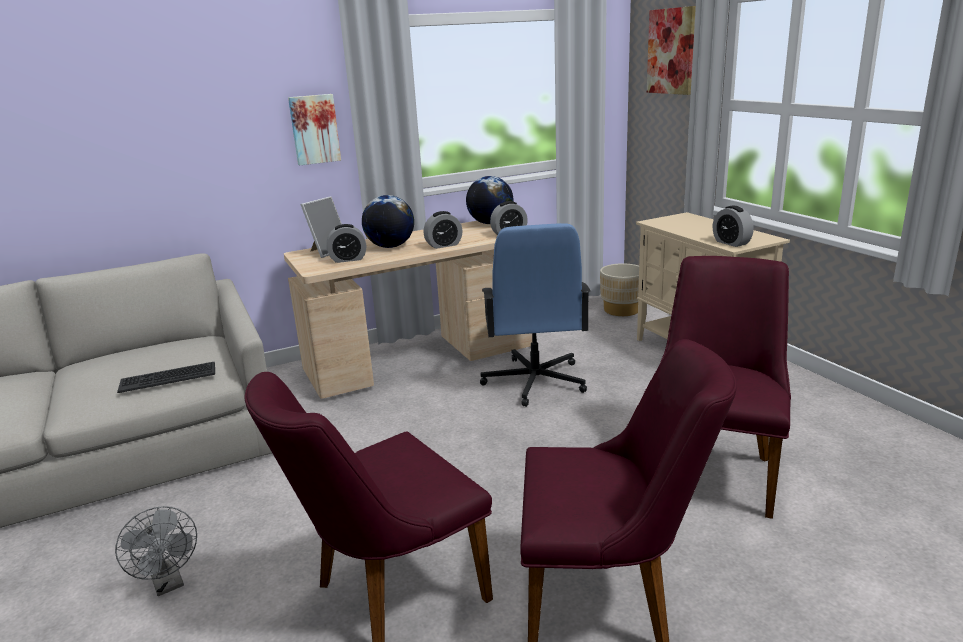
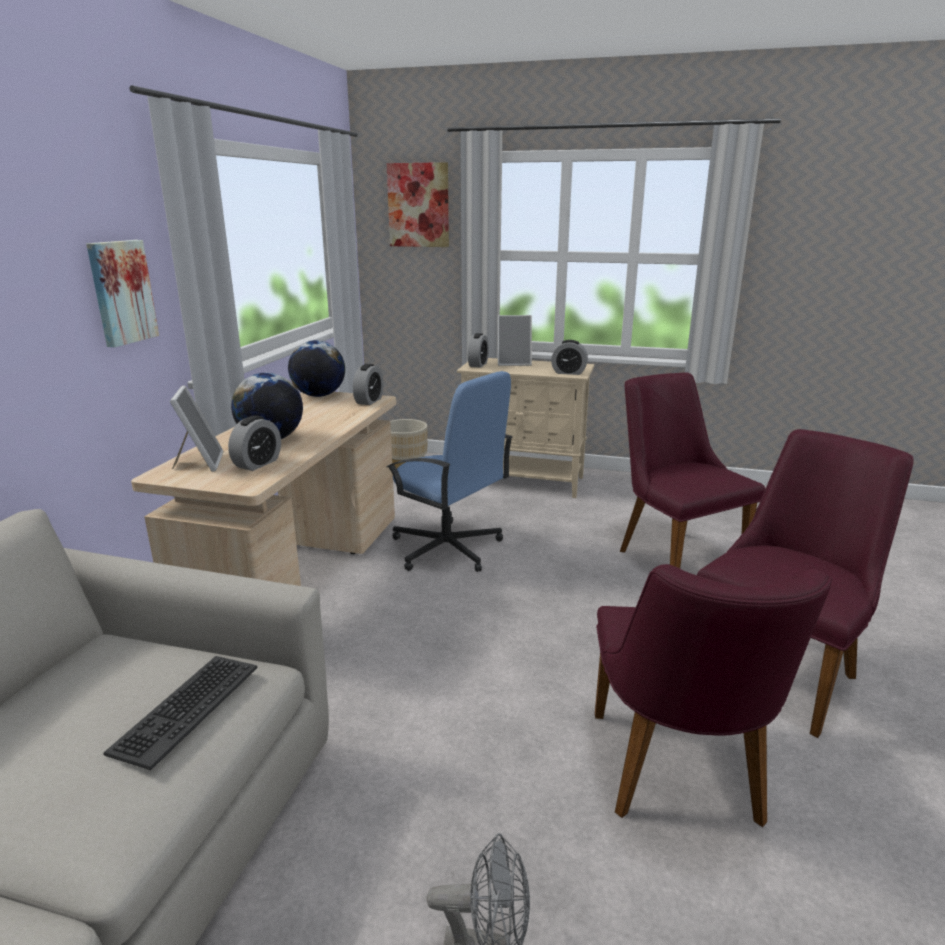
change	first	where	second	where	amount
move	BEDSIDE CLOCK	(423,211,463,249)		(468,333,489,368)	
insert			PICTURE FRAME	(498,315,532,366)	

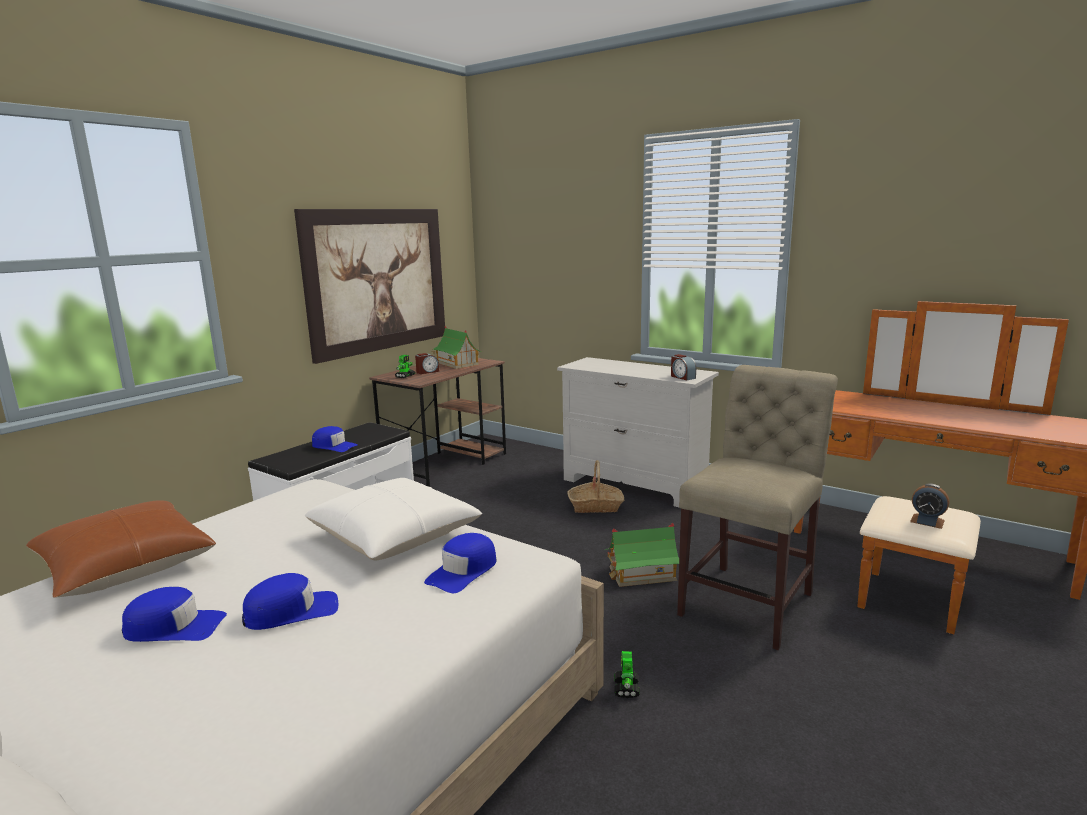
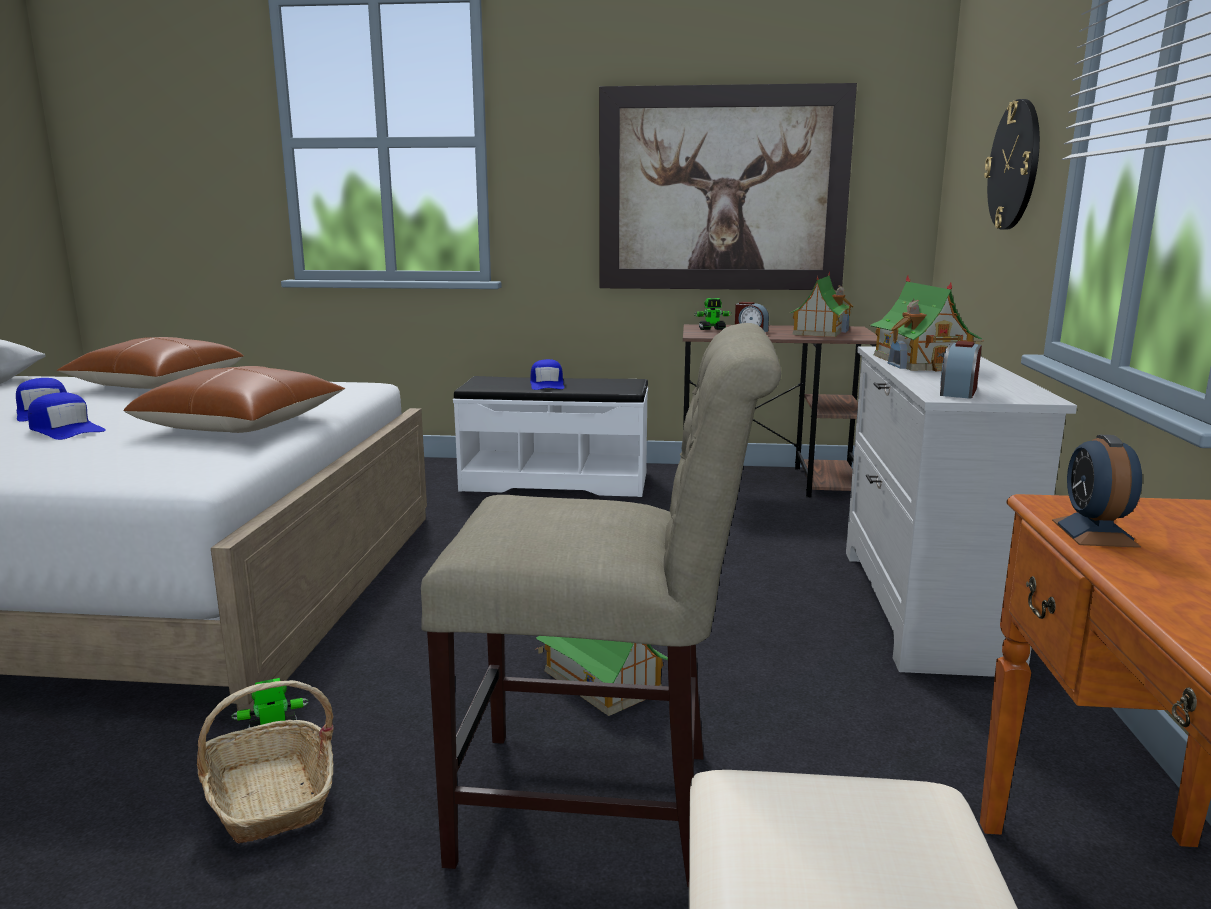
change	first	where	second	where	amount
recolor	WHITE-COLOURED THROW PILLOW	(305,478,482,561)	BROWN-COLOURED THROW PILLOW	(123,366,345,433)	
delete	BLUE-COLOURED BASEBALL CAP	(424,533,497,593)			
move	STORAGE BASKET	(568,460,624,513)		(197,680,334,844)	
move	BEDSIDE CLOCK	(910,484,949,529)		(1052,435,1142,548)	
insert			MODEL HOUSE	(870,276,983,371)	
insert			HANGING CLOCK	(984,99,1040,230)	

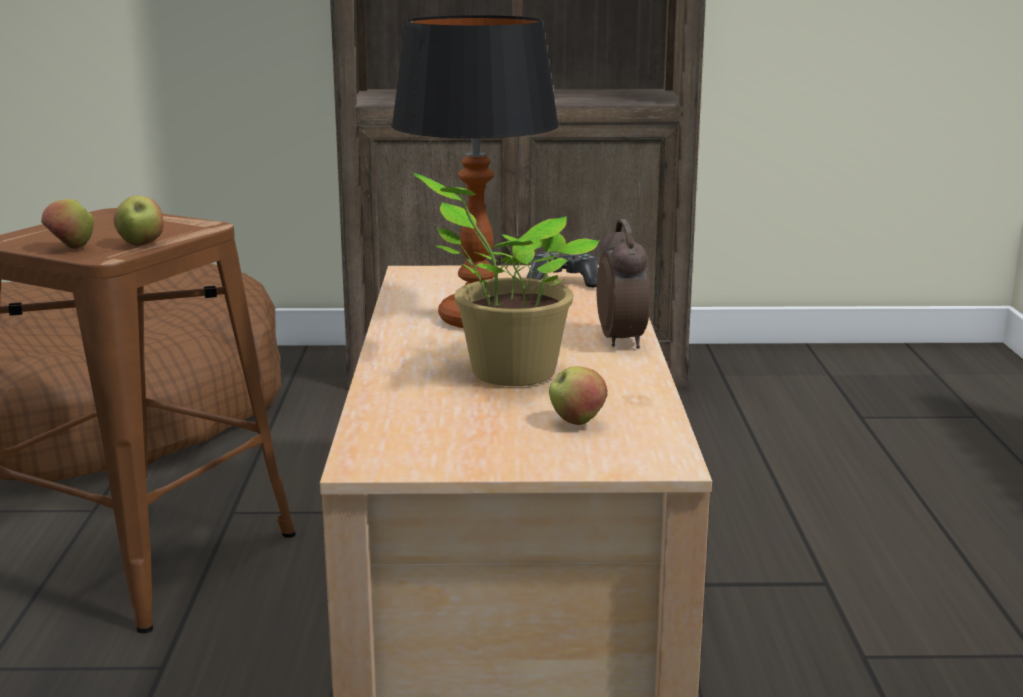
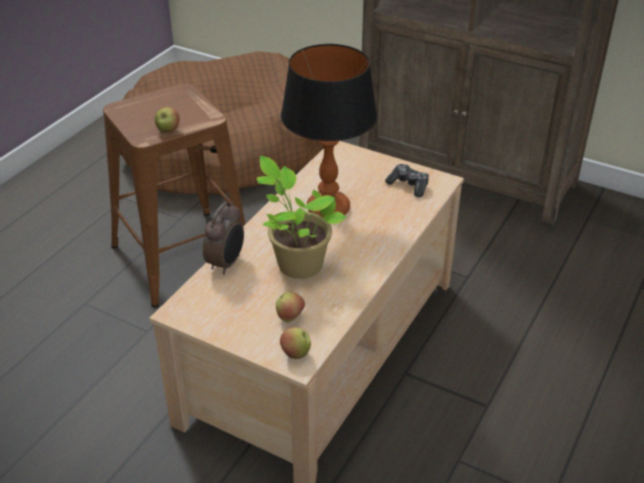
change	first	where	second	where	amount
move	WHOLE APPLE	(41,199,94,249)		(280,327,311,359)	
move	BEDSIDE CLOCK	(596,219,650,349)		(203,202,244,275)	

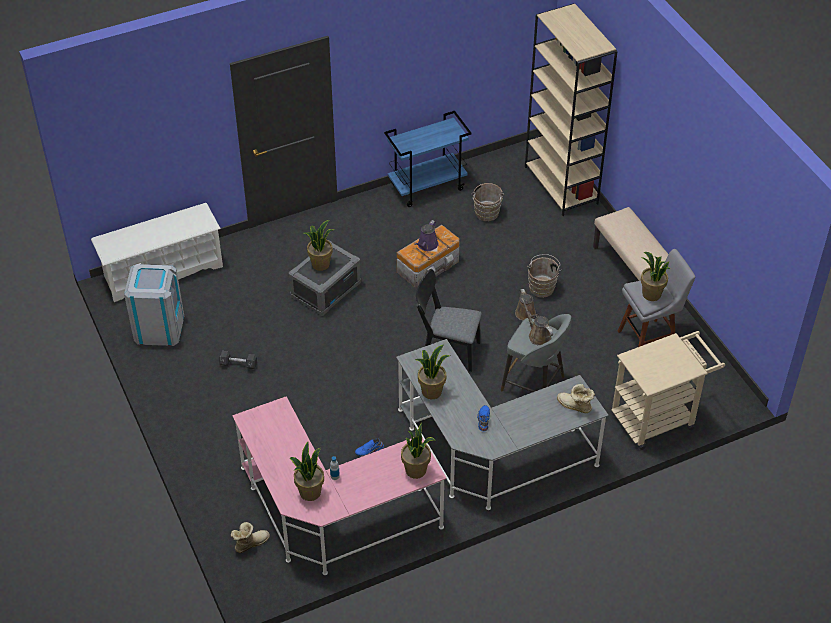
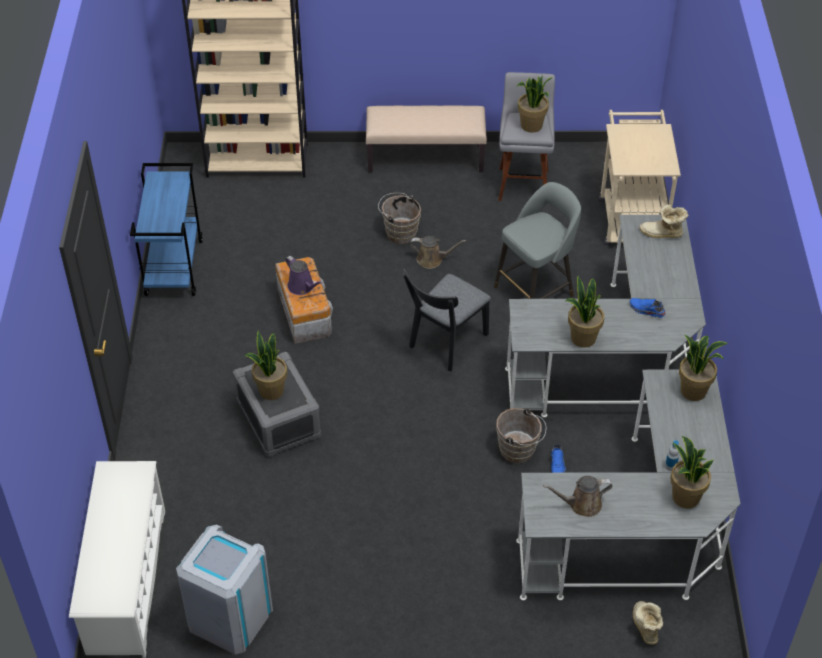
change	first	where	second	where	amount
delete	BLACK FREE WEIGHT	(219,351,257,369)			
recolor	PINK DESK TABLE	(232,396,447,575)	GREYISH DESK TABLE	(516,370,741,600)	
move	BROWN-COLOURED WATER BUCKET	(471,183,503,221)		(496,408,546,463)	
move	BROWN-COLOURED SPRINKLING CAN	(521,298,553,346)		(543,476,612,517)	
rotate	HIGH-TOP BOOT	(557,384,595,413)		(639,204,688,238)	45 degrees clockwise

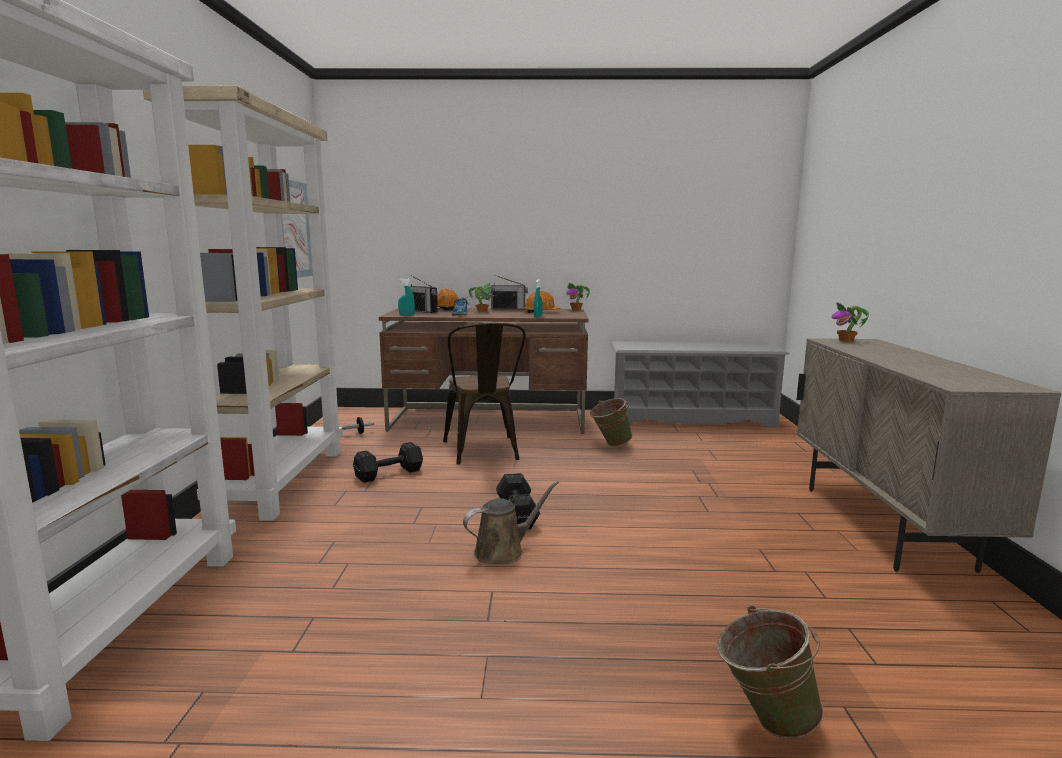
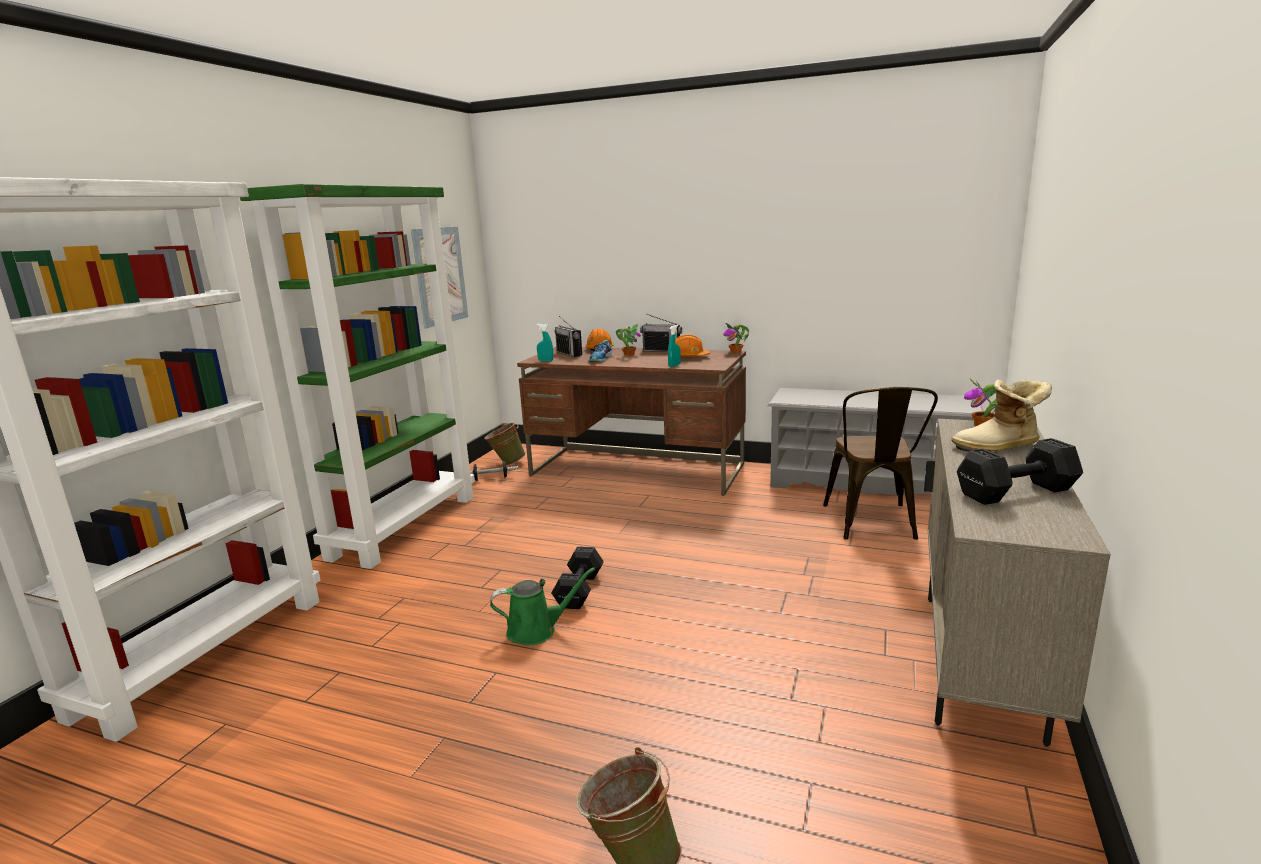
change	first	where	second	where	amount
recolor	SAND-COLOURED SHELVING UNIT	(143,85,343,521)	GREEN SHELVING UNIT	(240,184,475,569)	
move	BLACK FREE WEIGHT	(353,442,423,483)		(957,438,1083,505)	
move	BROWN-COLOURED CHAIR	(443,322,526,465)		(823,387,938,540)	
recolor	BROWN-COLOURED SPRINKLING CAN	(463,481,559,564)	GREEN SPRINKLING CAN	(490,568,595,645)	
move	GREEN WATER BUCKET	(590,398,632,446)		(484,422,526,465)	
insert			HIGH-TOP BOOT	(951,379,1052,451)	

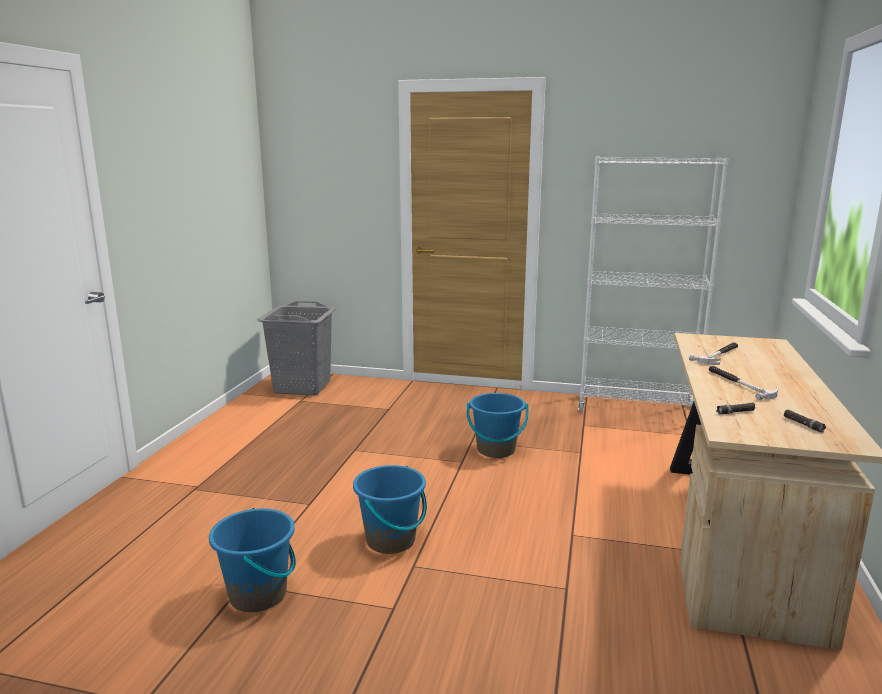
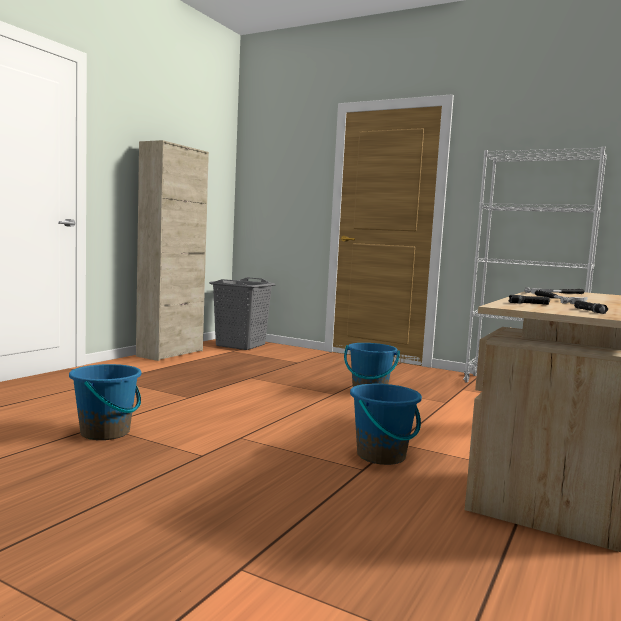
change	first	where	second	where	amount
move	BLUE-COLOURED WATER BUCKET	(353,465,427,554)		(350,384,422,465)	
insert			SAND-COLOURED STORAGE CABINET	(136,140,209,361)	

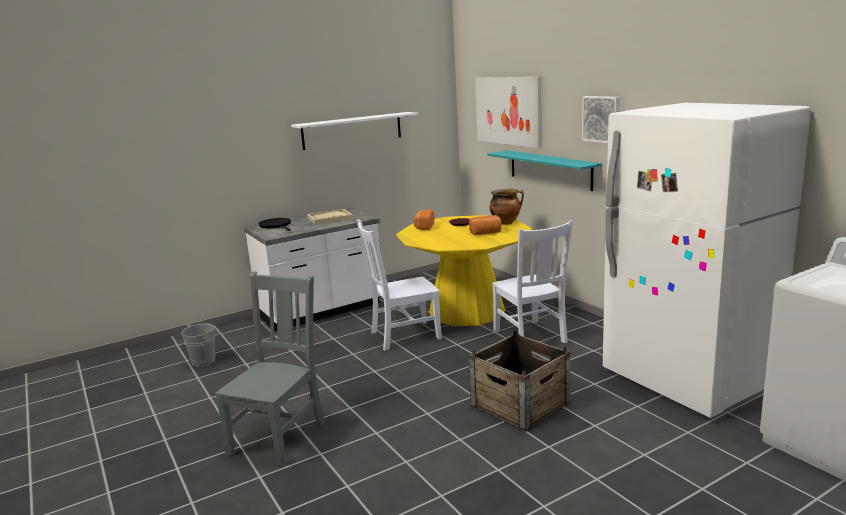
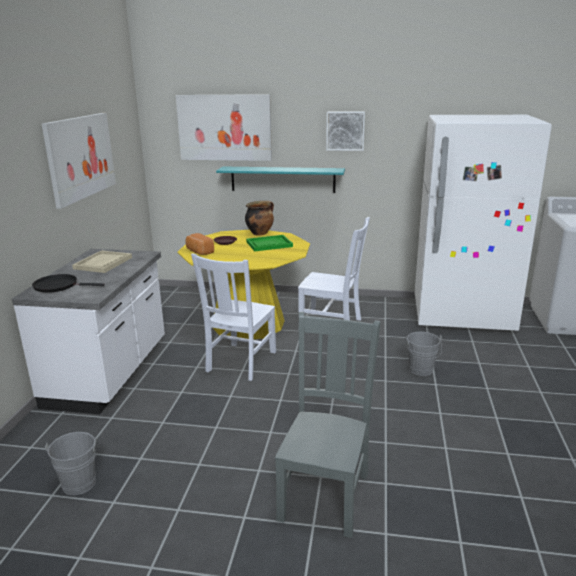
change	first	where	second	where	amount
rotate	GREYISH CHAIR	(215,272,325,466)		(275,312,381,538)	45 degrees clockwise
replace	WHITE-COLOURED SHELF	(291,112,418,150)	WALL ART	(42,113,116,209)	
replace	BAKERY BREAD	(469,215,501,235)	GREEN SERVING TRAY	(246,235,293,251)	
replace	SHIPPING CRATE	(469,330,571,432)	GREYISH WATER BUCKET	(406,332,442,376)	

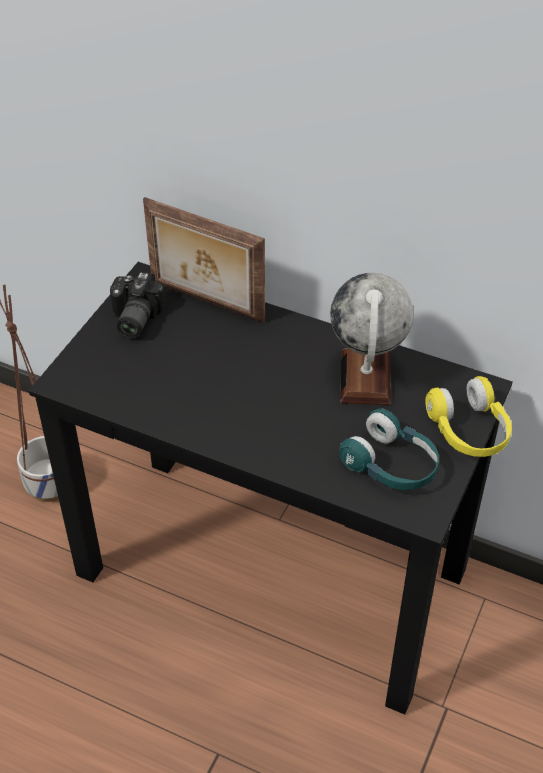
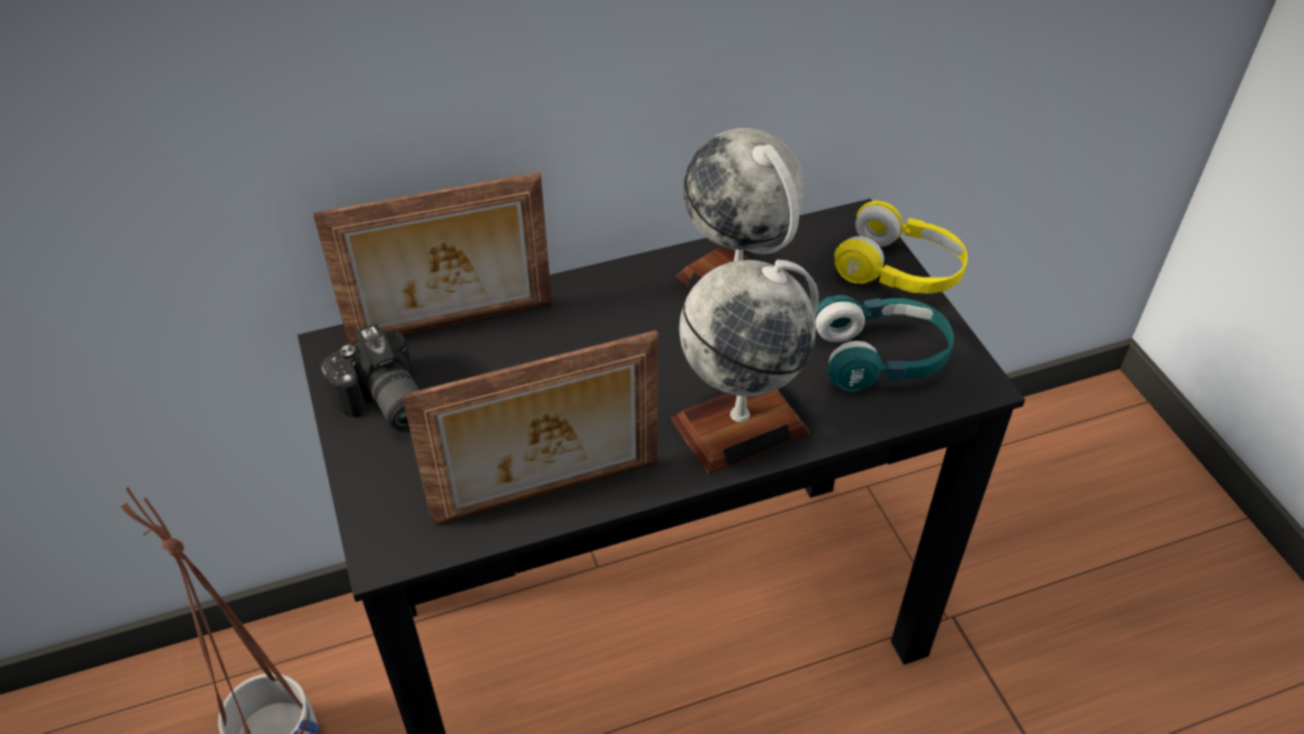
change	first	where	second	where	amount
insert			PICTURE FRAME	(402,330,658,526)	
insert			DESK GLOBE	(671,260,819,475)	

